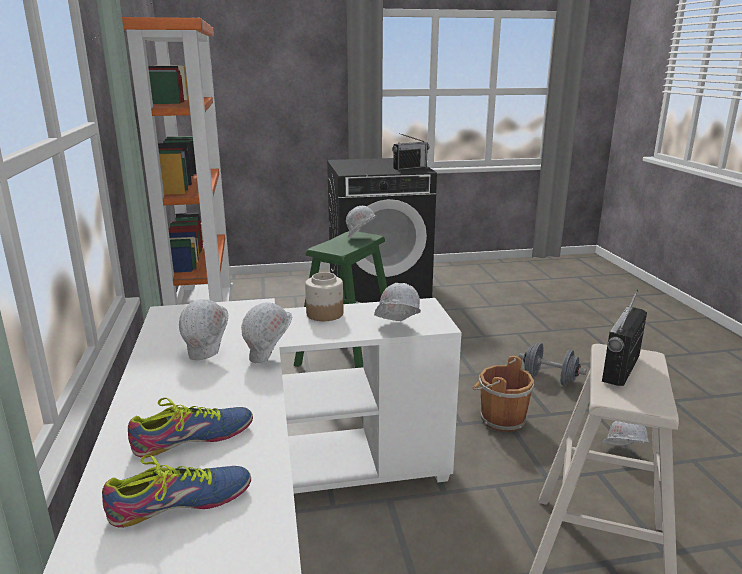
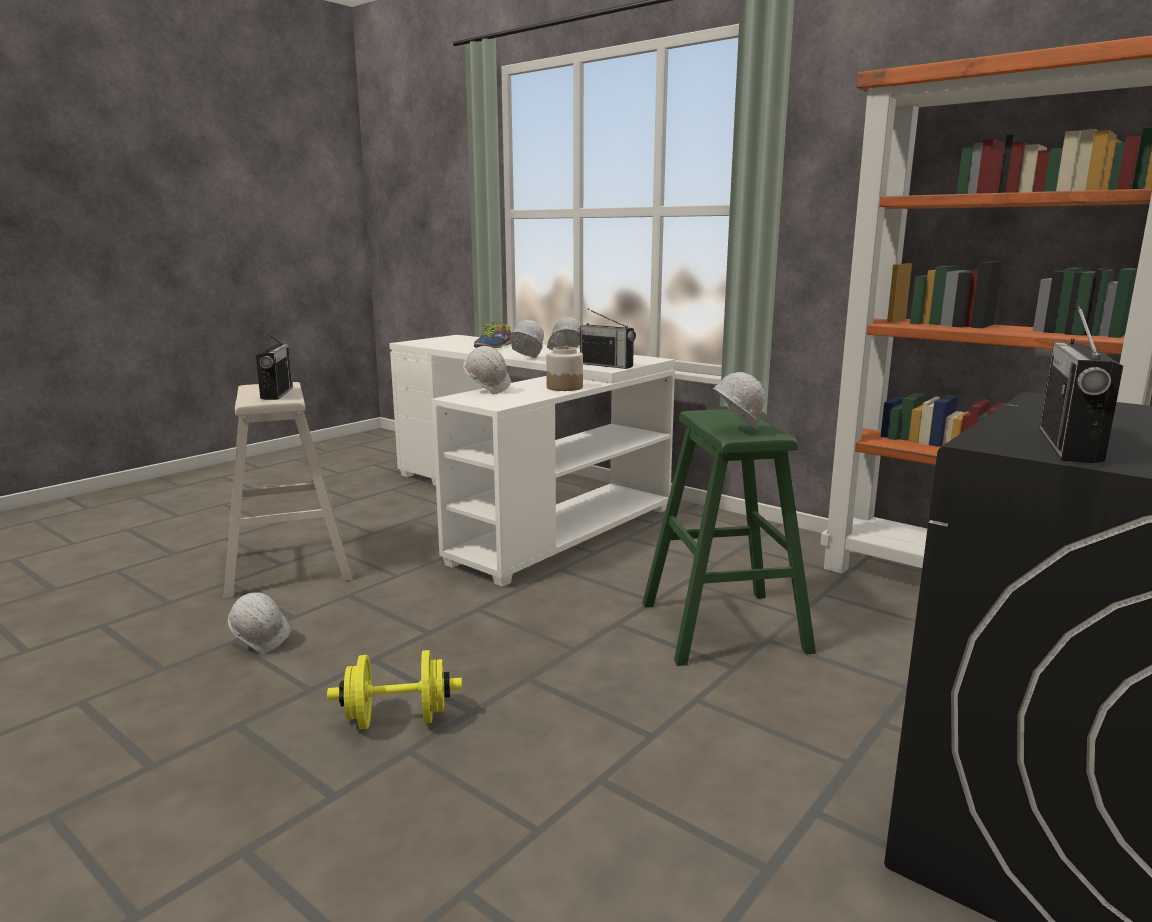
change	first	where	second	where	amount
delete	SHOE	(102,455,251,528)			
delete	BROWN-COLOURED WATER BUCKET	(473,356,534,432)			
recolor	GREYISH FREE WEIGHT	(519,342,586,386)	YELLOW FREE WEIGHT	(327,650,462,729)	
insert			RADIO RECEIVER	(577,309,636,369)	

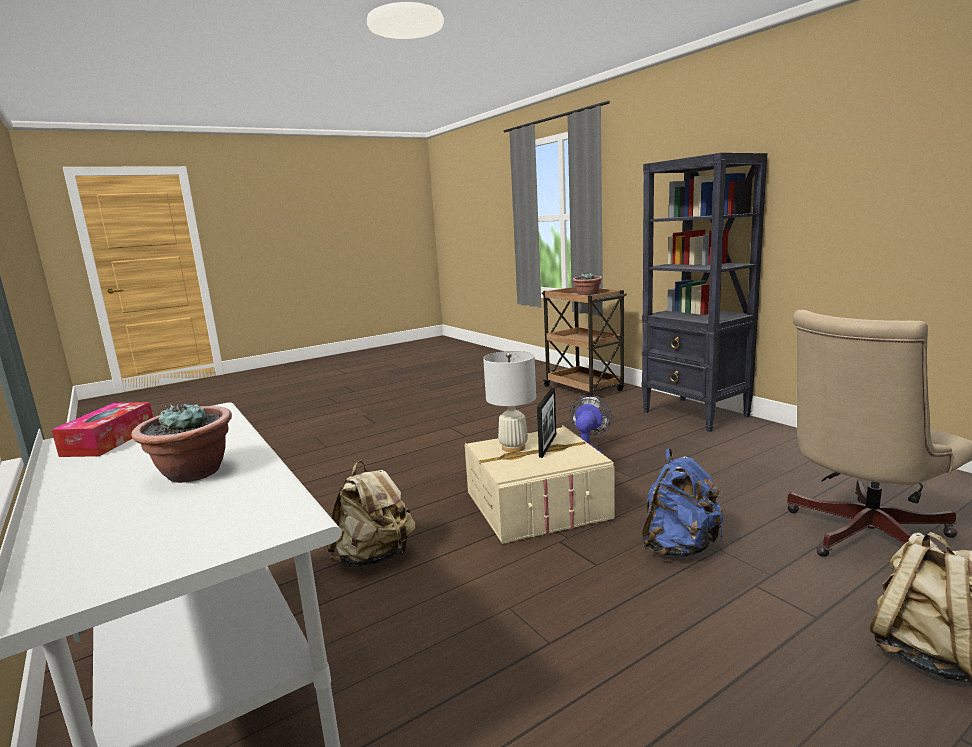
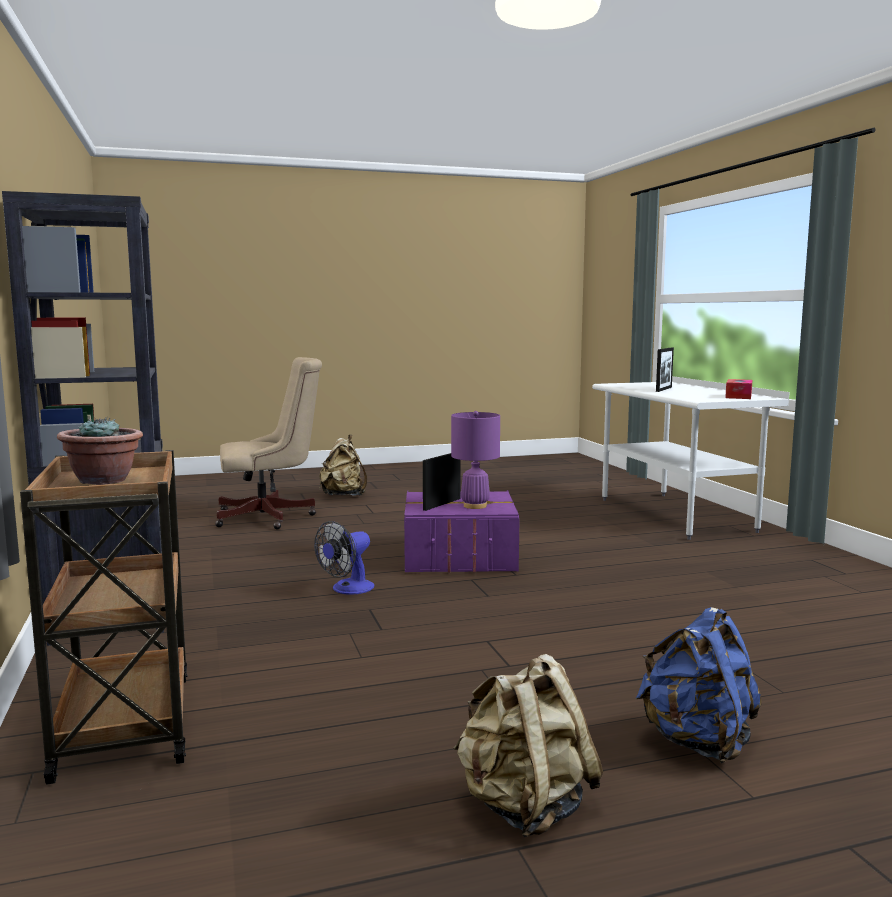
change	first	where	second	where	amount
replace	HOUSEPLANT	(131,403,232,483)	PICTURE FRAME	(656,348,674,392)	
move	SAND-COLOURED RUCKSACK	(326,460,415,566)		(454,654,603,837)	
recolor	SAND-COLOURED STORAGE CONTAINER	(464,425,615,544)	PURPLE-COLOURED STORAGE CONTAINER	(404,490,520,572)	
recolor	WHITE-COLOURED LAMP FOR A TABLE	(483,351,536,452)	PURPLE-COLOURED LAMP FOR A TABLE	(451,411,500,509)	
move	BLUE-COLOURED RUCKSACK	(642,448,723,557)		(635,607,762,763)	

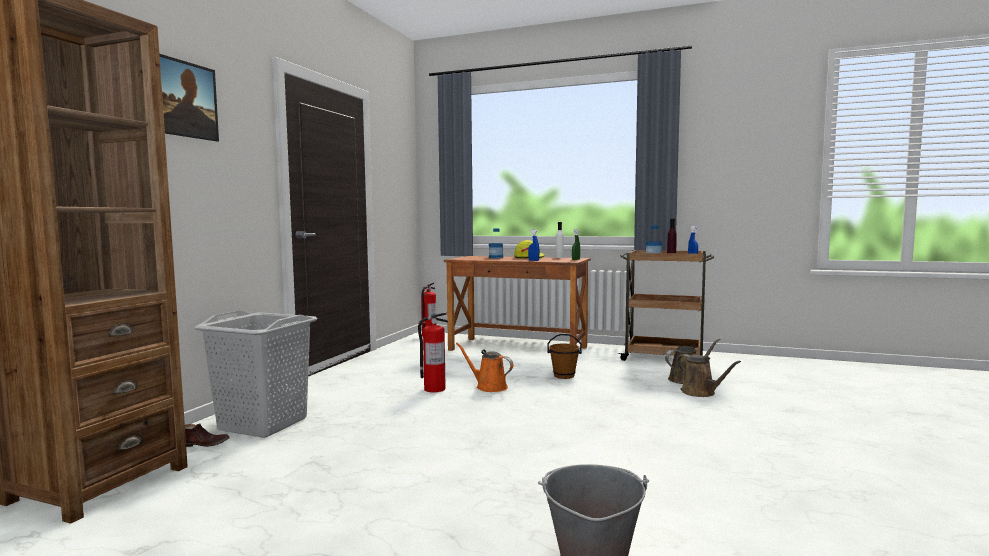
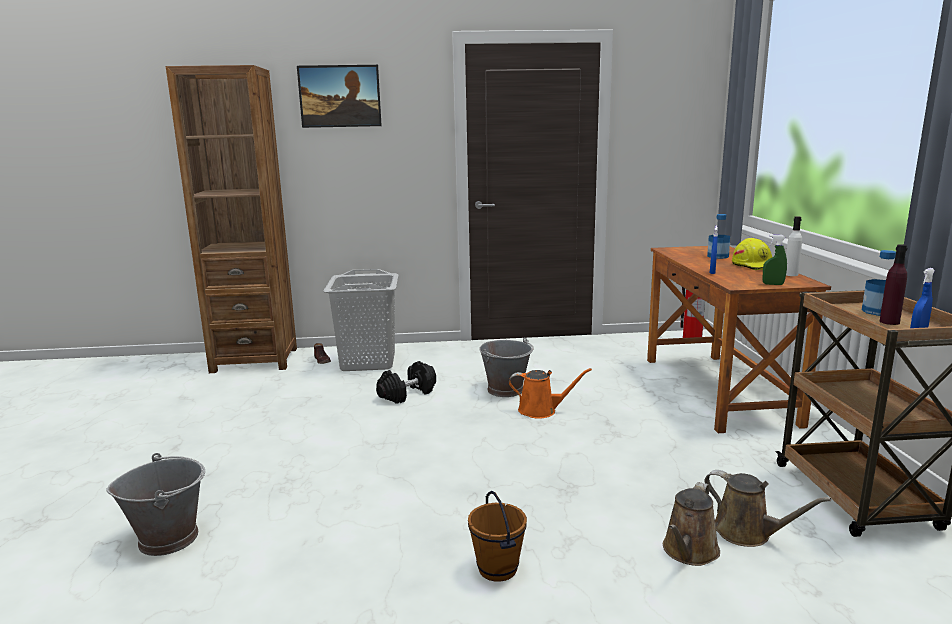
change	first	where	second	where	amount
replace	FIRE-FIGHTING CYLINDER	(418,312,448,392)	GREYISH WATER BUCKET	(479,337,534,397)	
rotate	ORANGEY SPRINKLING CAN	(456,343,514,392)		(509,368,592,419)	90 degrees clockwise
move	BROWN-COLOURED WATER BUCKET	(547,334,582,379)		(468,491,527,582)	
insert			BLACK FREE WEIGHT	(376,361,436,404)	

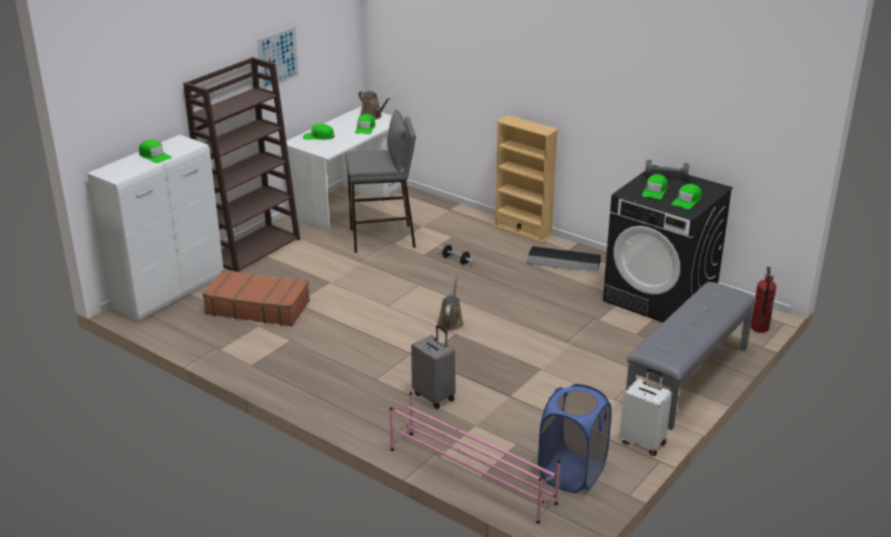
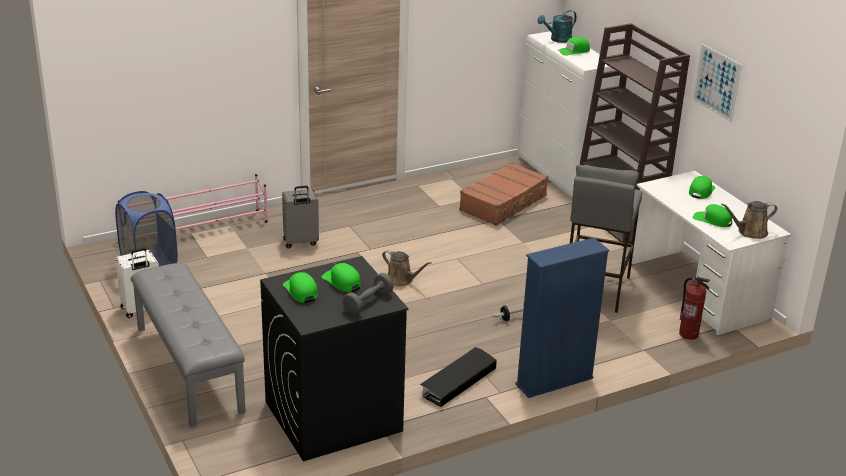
change	first	where	second	where	amount
recolor	SAND-COLOURED SHELVING UNIT	(494,115,559,243)	BLUE-COLOURED SHELVING UNIT	(515,238,609,398)	
move	FIRE-FIGHTING CYLINDER	(751,267,776,333)		(679,276,710,340)	
insert			BLUE-GREEN SPRINKLING CAN	(537,10,576,43)	

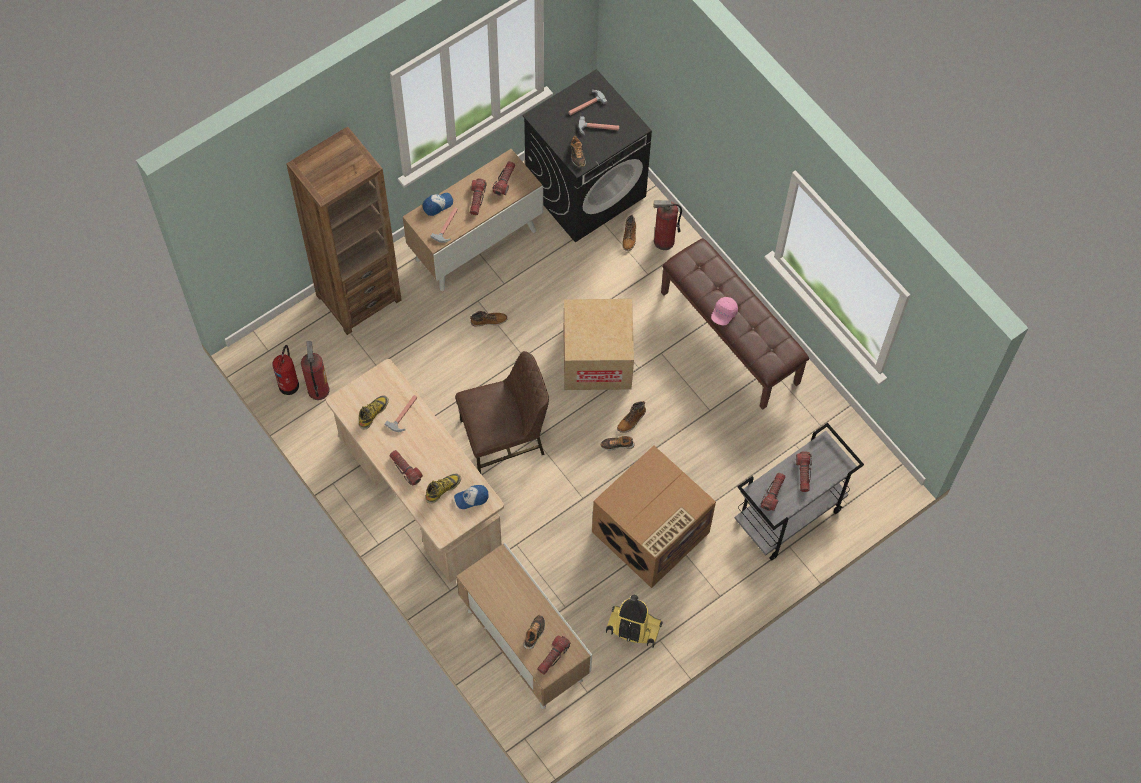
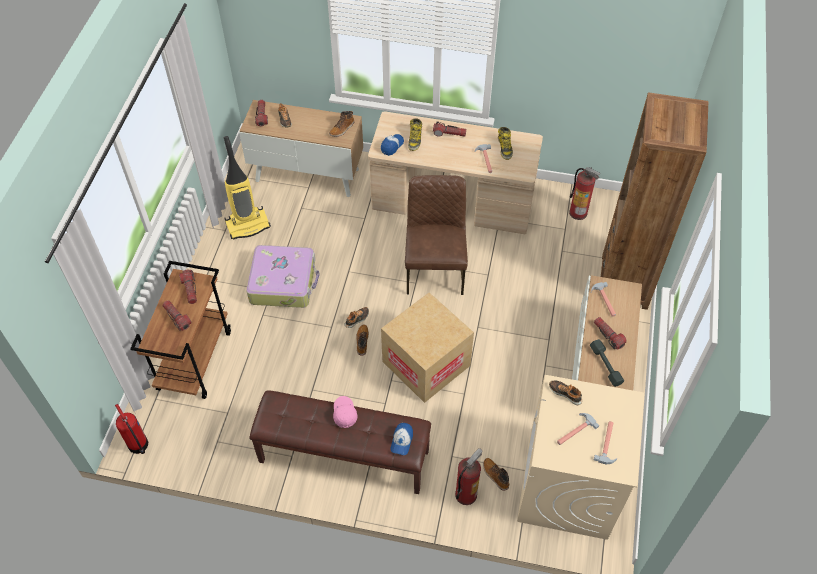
change	first	where	second	where	amount
move	FIRE-FIGHTING CYLINDER	(273,345,299,395)		(115,404,148,454)	
move	BASEBALL CAP	(423,193,453,216)		(391,423,413,455)	
rotate	BROWN-COLOURED CHAIR	(455,351,549,473)		(405,175,468,295)	150 degrees clockwise
move	HIGH-TOP BOOT	(470,311,508,327)		(329,111,354,137)	
replace	TORCH	(493,161,515,196)	GREYISH FREE WEIGHT	(590,339,624,387)	
recolor	BLACK LAUNDRY MACHINE	(522,69,652,242)	SAND-COLOURED LAUNDRY MACHINE	(517,375,645,540)	
replace	CARDBOARD BOX	(592,446,716,588)	TRAVEL CASE	(246,245,320,308)	
recolor	GREYISH WHEELED CART	(735,423,864,561)	BROWN-COLOURED WHEELED CART	(130,261,231,399)	

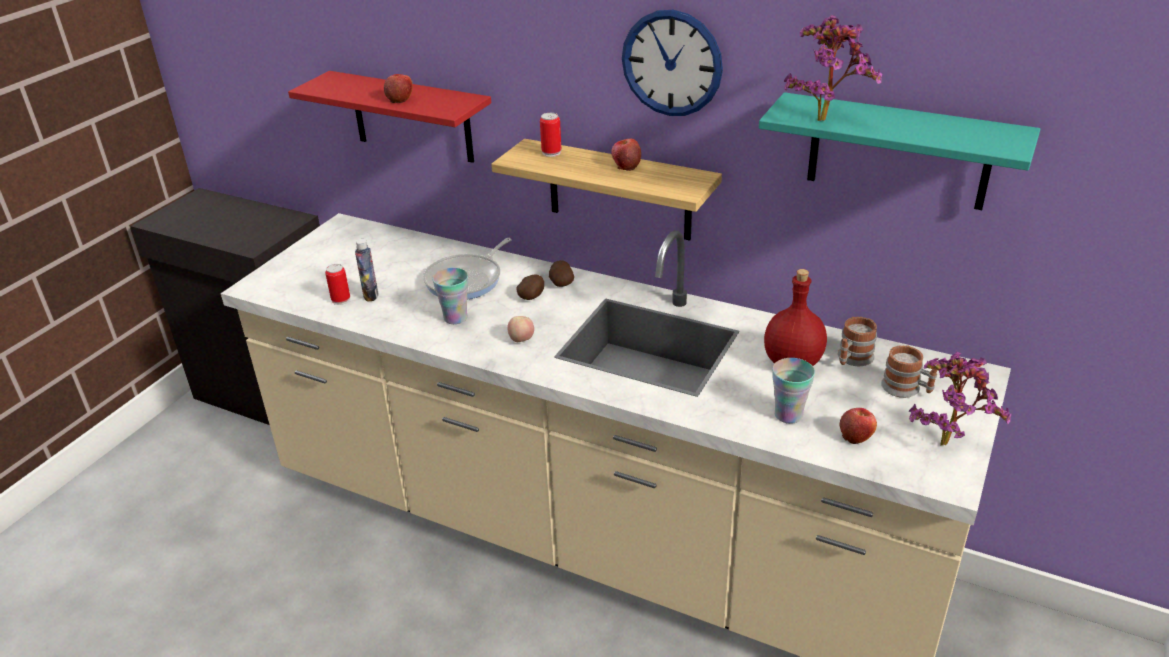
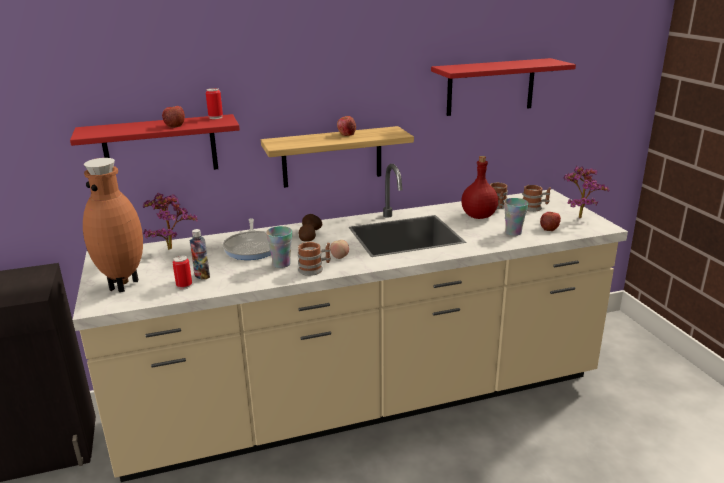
change	first	where	second	where	amount
move	CAN	(540,113,561,157)		(206,88,223,119)	
delete	HANGING CLOCK	(622,10,723,116)			
recolor	BLUE-GREEN SHELF	(759,92,1040,210)	REDDISH SHELF	(431,58,576,116)	
move	HOUSEPLANT	(784,15,882,121)		(143,193,198,250)	
insert			BROWN-COLOURED FLOWER VASE	(83,158,143,292)	
insert			MUG	(298,242,331,276)	

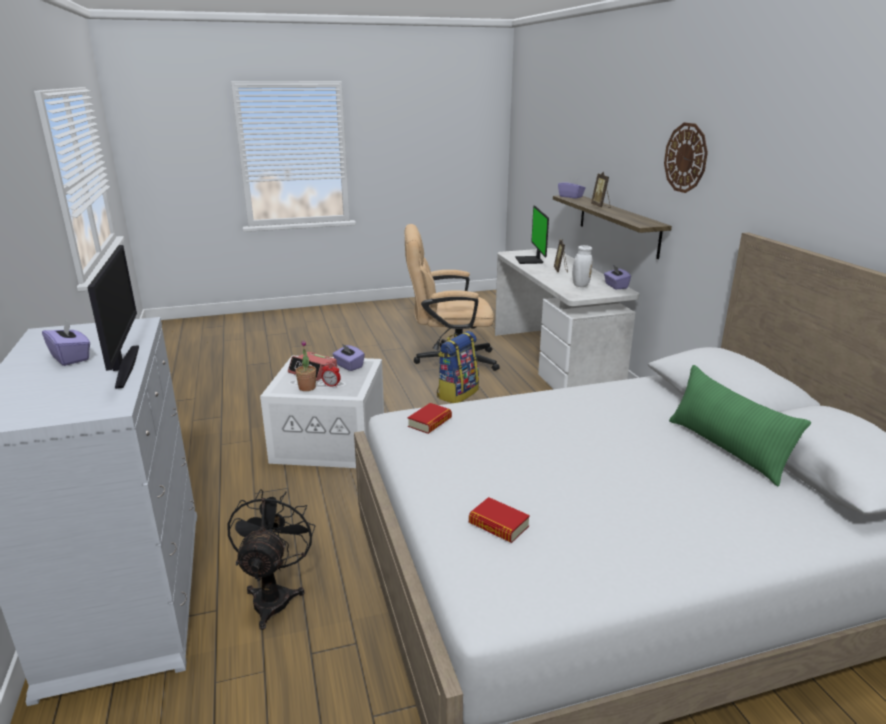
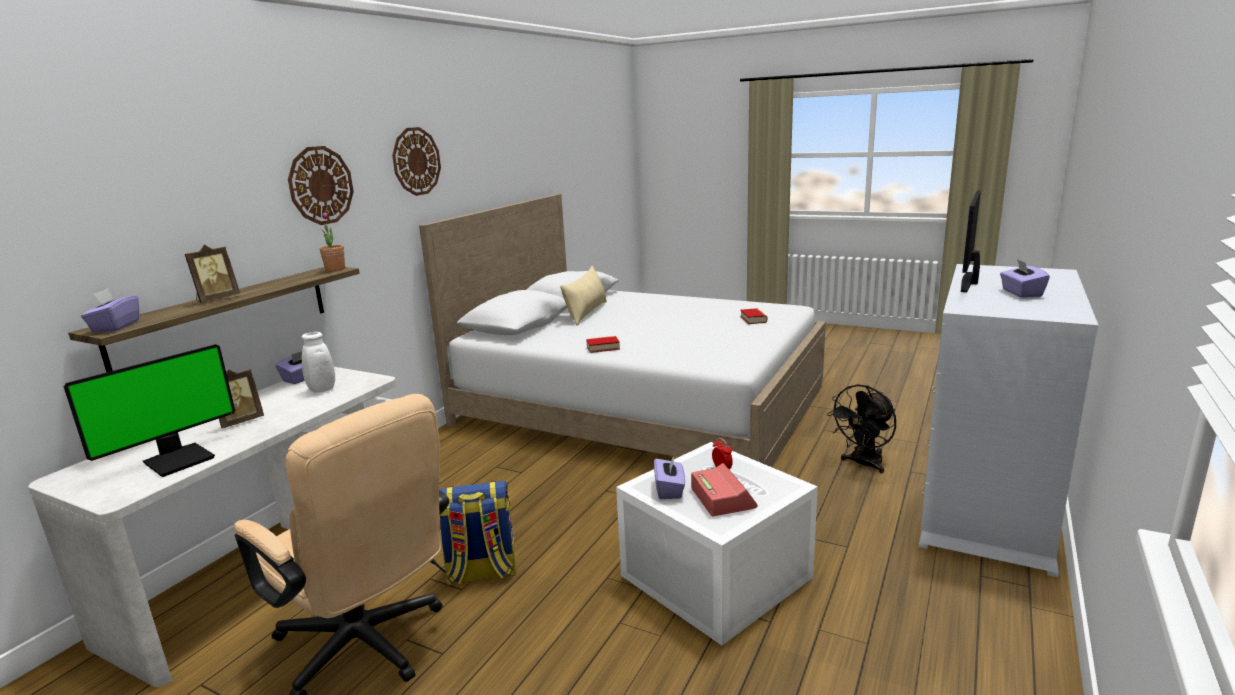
change	first	where	second	where	amount
move	HOUSEPLANT	(295,340,316,391)		(319,212,345,271)	
move	BOUND BOOK	(408,403,452,434)		(586,336,620,353)	
recolor	GREEN THROW PILLOW	(669,365,811,487)	SAND-COLOURED THROW PILLOW	(560,266,607,326)	
insert			HANGING CLOCK	(392,127,441,196)	

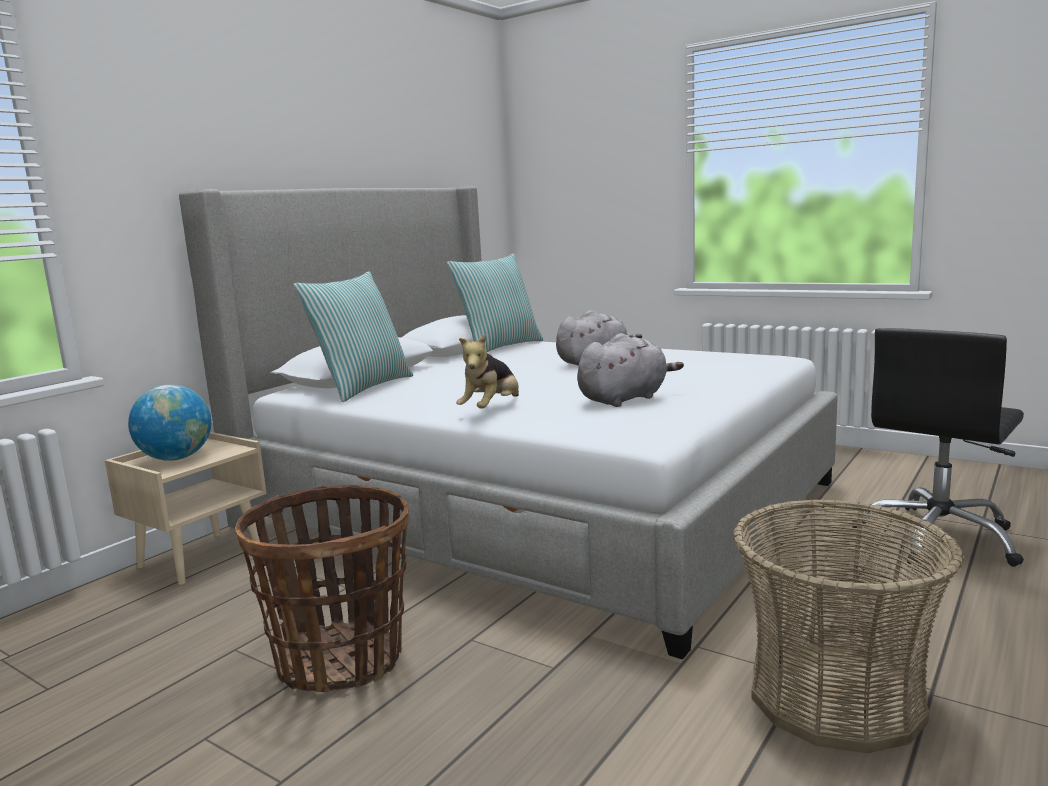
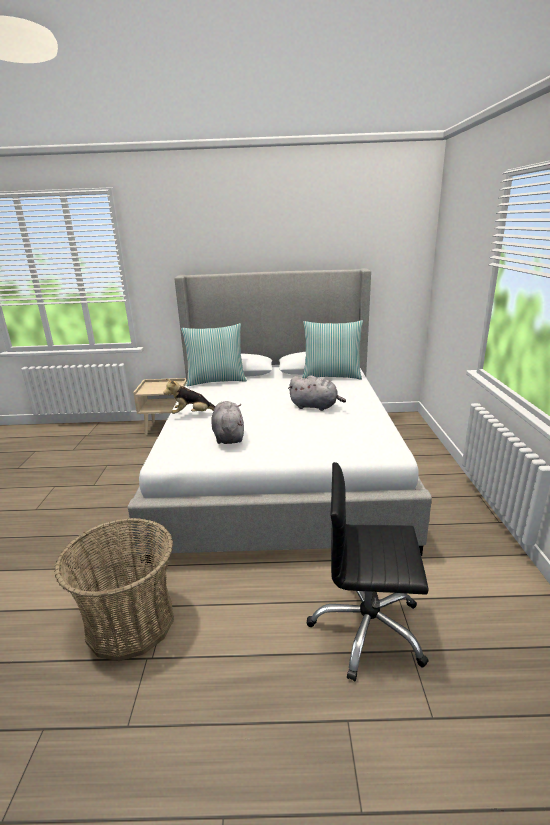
change	first	where	second	where	amount
delete	DESK GLOBE	(128,385,212,461)			
delete	STORAGE BASKET	(235,485,409,692)			
rotate	GREYISH PLUSH TOY	(577,333,684,407)		(211,401,244,444)	120 degrees counterclockwise

